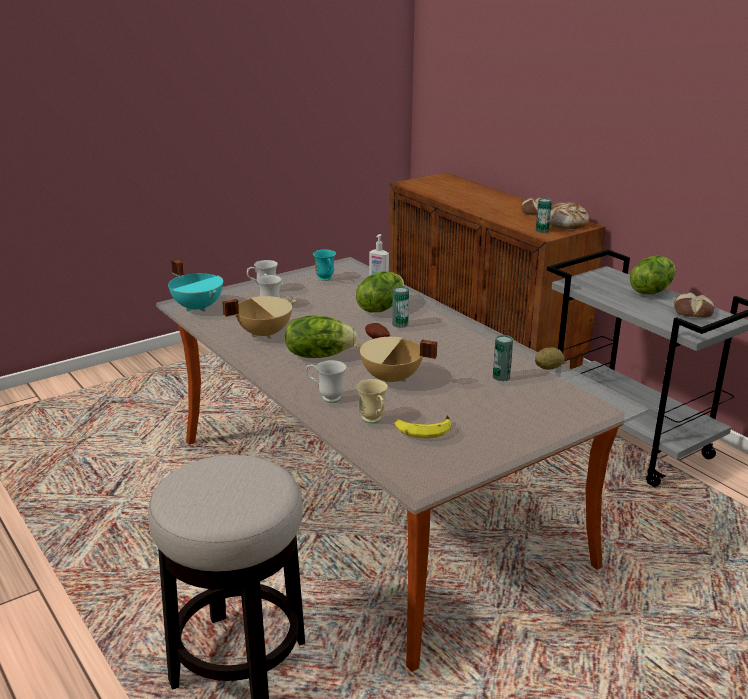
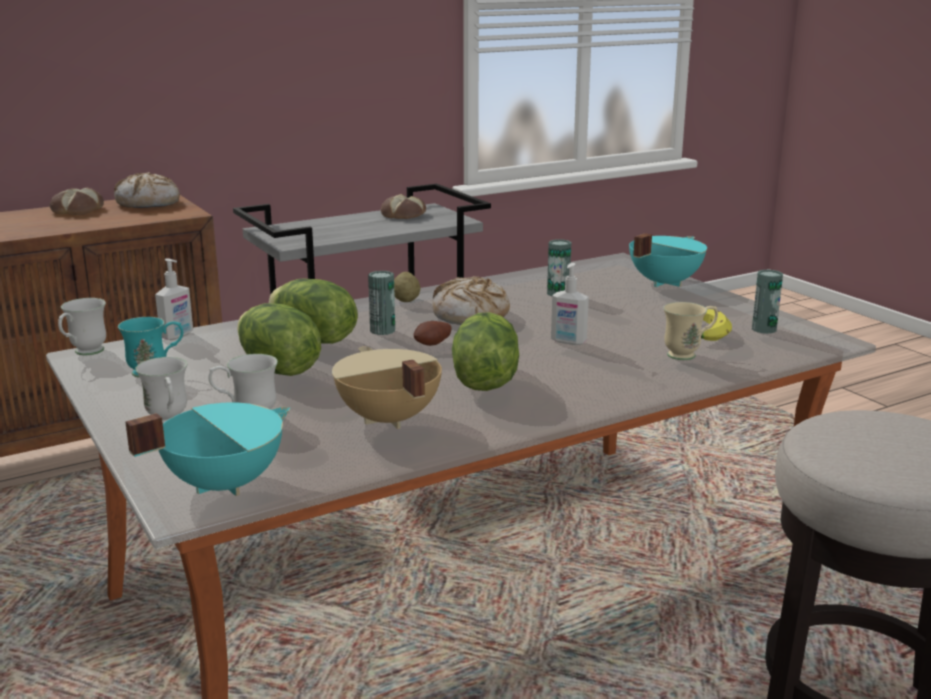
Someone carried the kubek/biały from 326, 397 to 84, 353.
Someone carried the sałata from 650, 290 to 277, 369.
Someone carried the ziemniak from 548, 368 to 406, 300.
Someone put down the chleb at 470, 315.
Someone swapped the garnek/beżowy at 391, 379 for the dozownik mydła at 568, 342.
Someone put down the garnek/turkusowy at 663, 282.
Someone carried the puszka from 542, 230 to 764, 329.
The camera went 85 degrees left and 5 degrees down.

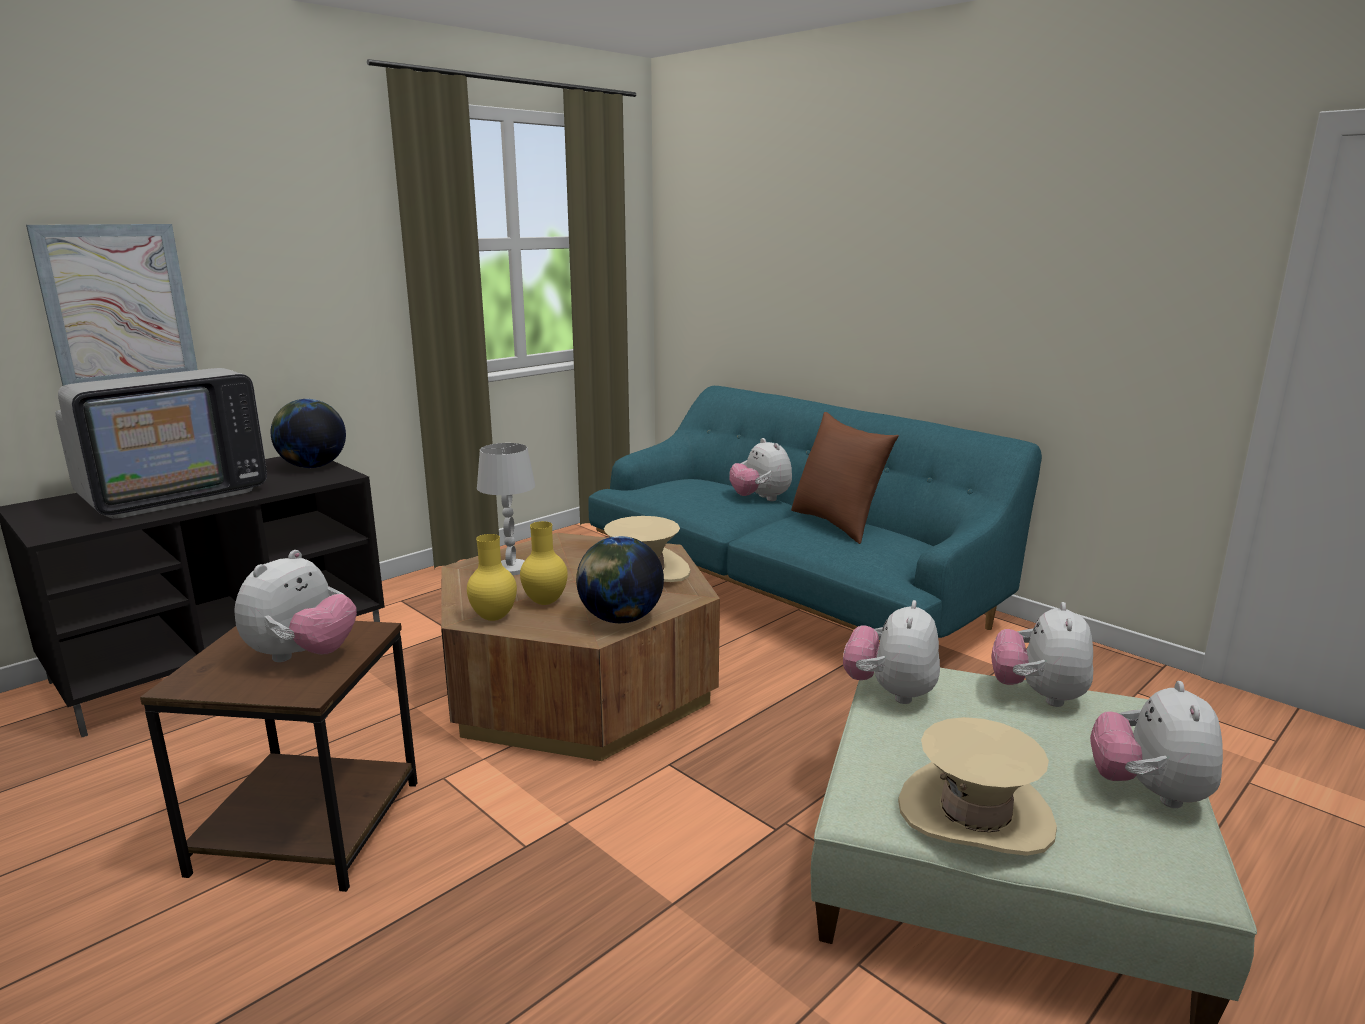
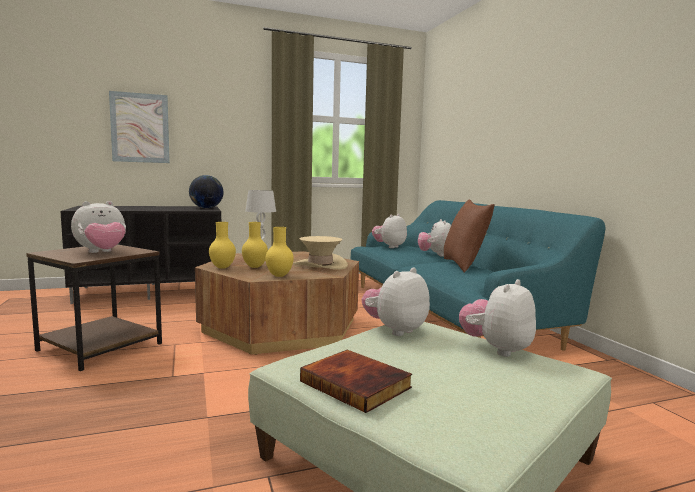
Someone swapped the globus at 620, 619 for the wazon/żółty at 278, 276.
Someone swapped the kapelusz/beżowy at 975, 814 for the książka at 357, 384.
Someone carried the pluszak from 1149, 792 to 389, 247.
Someone took away the telewizor at 174, 495.
The camera went 25 degrees right and 10 degrees down.

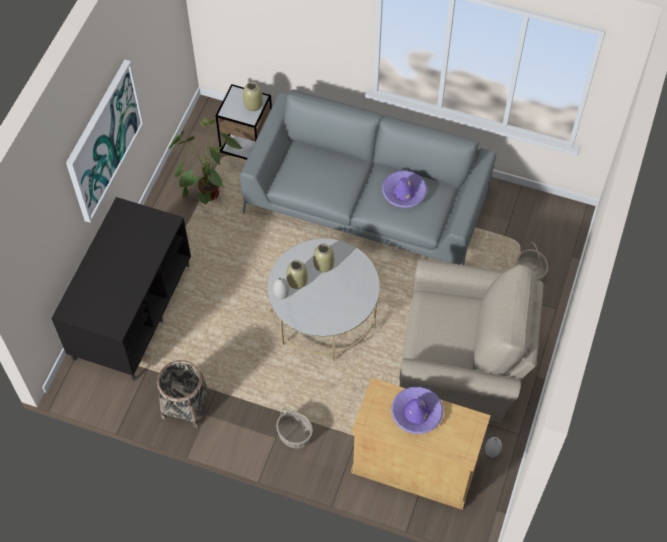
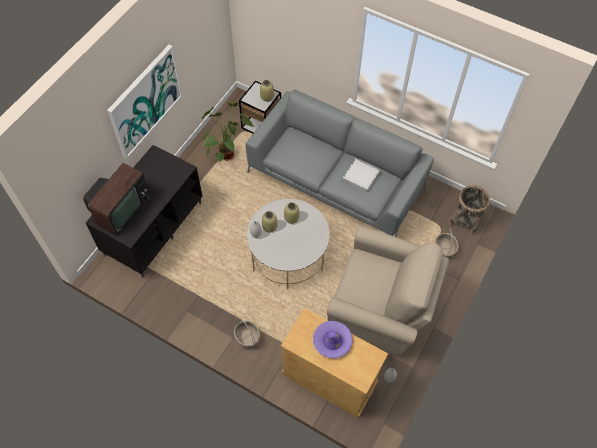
Someone put down the telewizor at 120, 209.
Someone swapped the kapelusz/fioletowy at 404, 192 for the taca/biały at 361, 176.
Someone carried the koszyk from 185, 405 to 465, 219.
The camera went 10 degrees right and 0 degrees up.

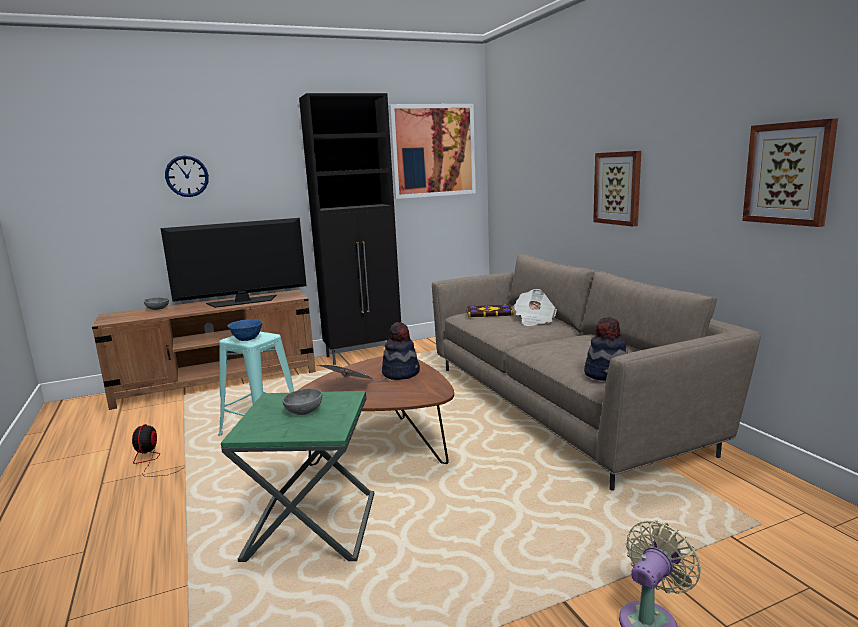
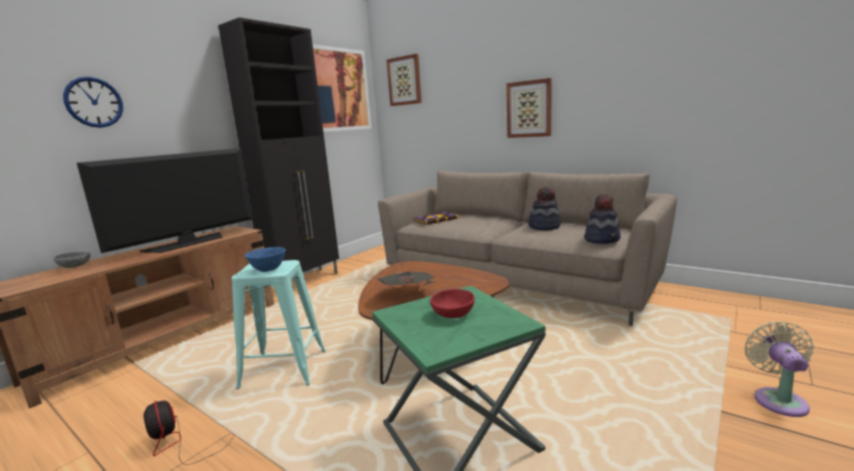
Someone carried the obraz from 789, 173 to 405, 81.
Someone repainted the miska/szary at 303, 411, which became the miska/czerwony at 453, 315.
Someone carried the kapelusz from 401, 373 to 544, 227.
Someone took away the gazeta at 535, 320.
The camera went 30 degrees left and 0 degrees up.

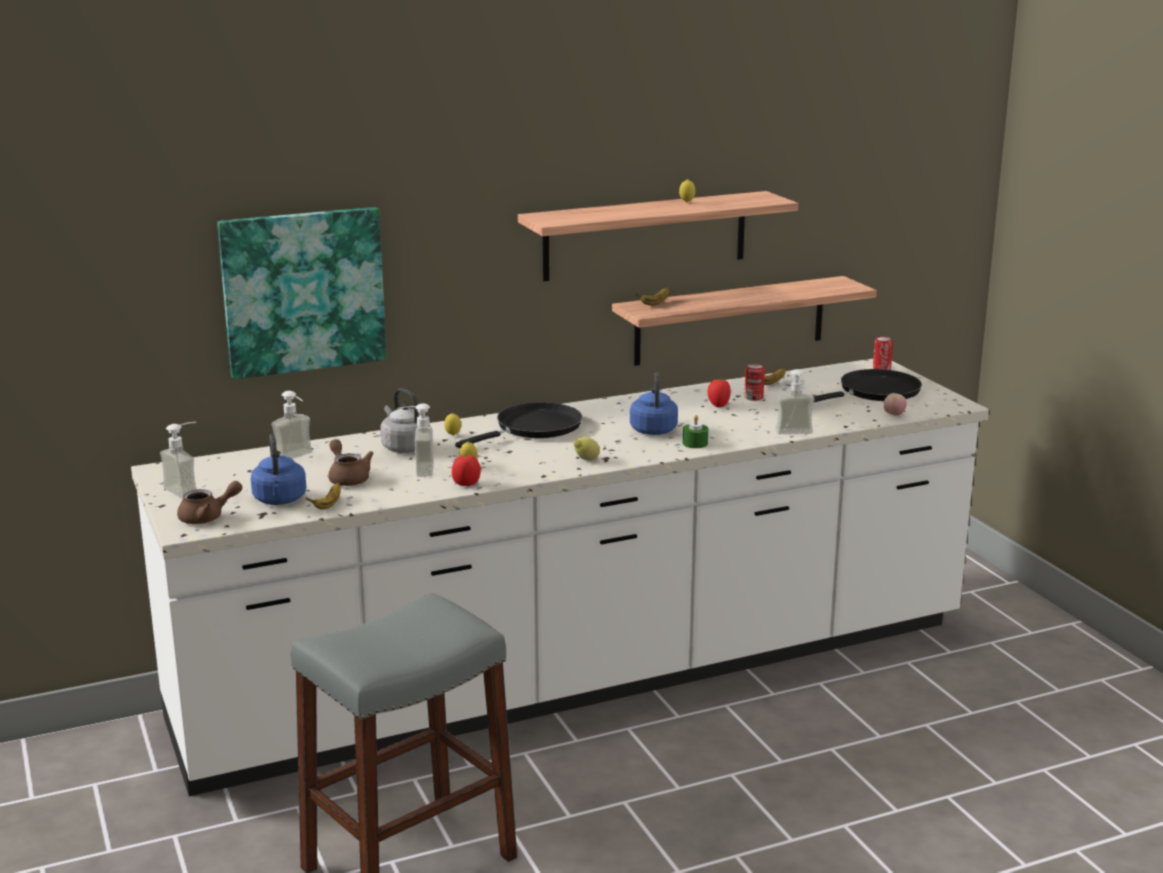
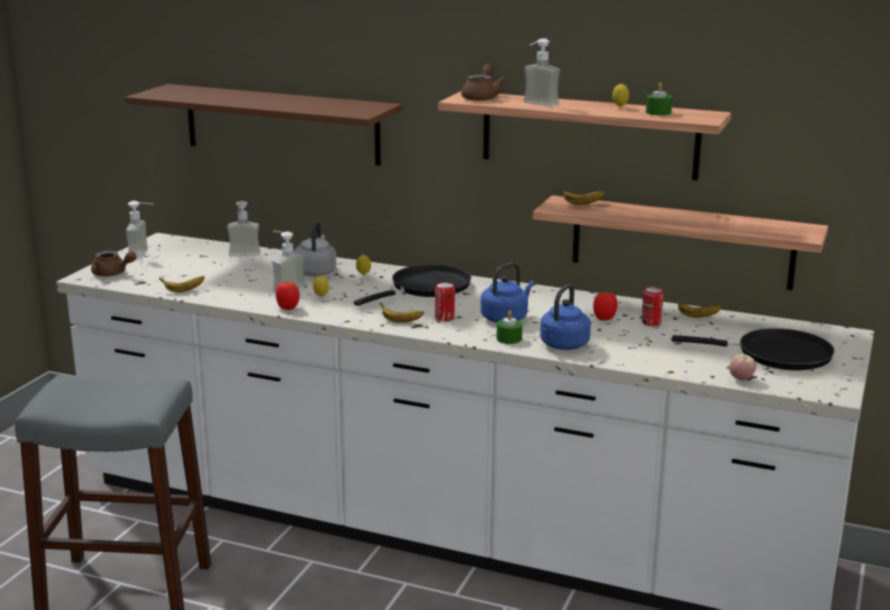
Someone swapped the obraz at 303, 291 for the półka/brązowy at 281, 124.
Someone rotated the patelnia/czarny at 534, 428 by 45 degrees counterclockwise.
Someone swapped the cytryna at 586, 460 for the banan at 400, 321.
Someone carried the puszka from 881, 369 to 444, 318.
Someone carried the imbryk/brązowy from 348, 478 to 482, 97.
Someone carried the dozownik mydła from 795, 434 to 536, 105.
Someone carried the czajnik/niebieski from 280, 500 to 563, 346.
Someone put down the świeca/zielony at 658, 112.
The camera went 45 degrees right and 0 degrees up.

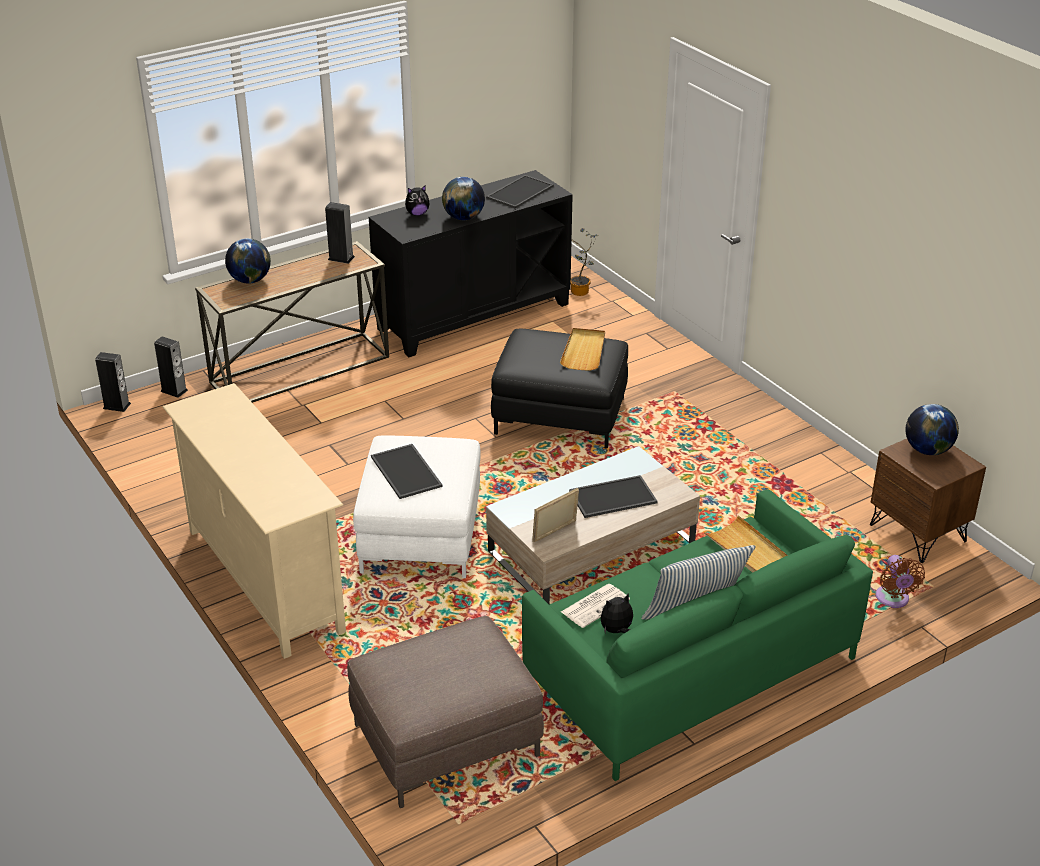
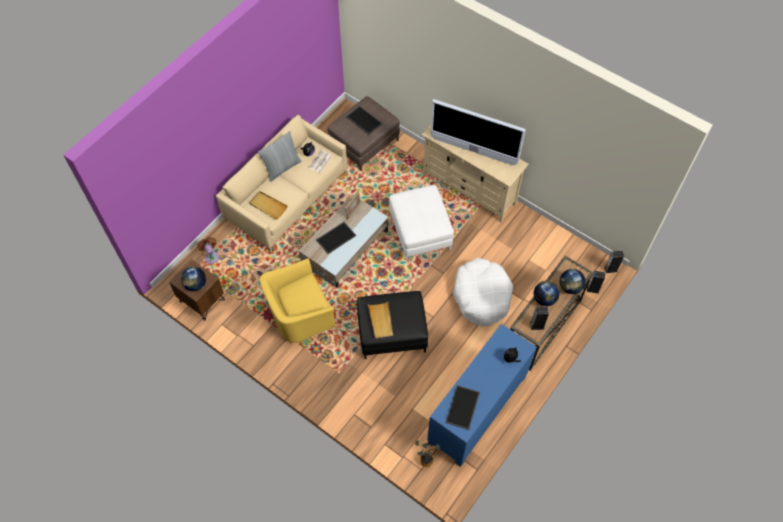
Someone repainted the kanapa/zielony at 690, 669, which became the kanapa/beżowy at 287, 197.
Someone put down the fotel/żółty at 299, 314.
Someone carried the taca from 407, 471 to 363, 120.
Someone repainted the szafka/czarny at 473, 316, which became the szafka/niebieski at 477, 410.
Someone put down the telewizor at 473, 151.
Someone put down the legowisko/biały at 482, 296.
Someone carried the globus from 463, 218 to 544, 299.
The camera went 160 degrees right and 25 degrees up.

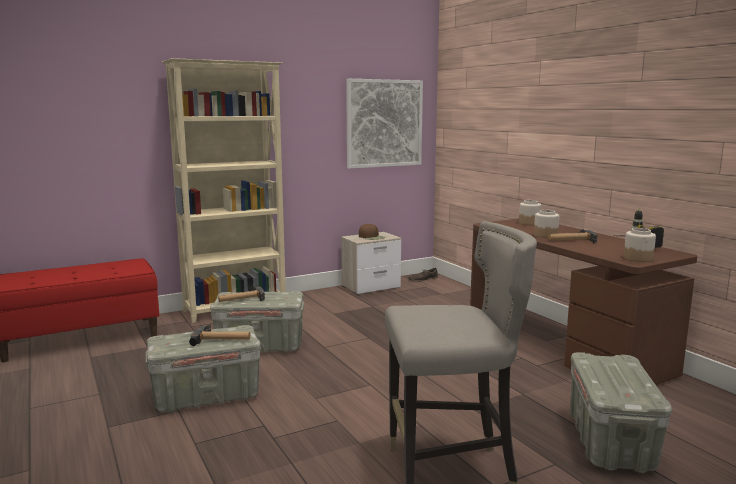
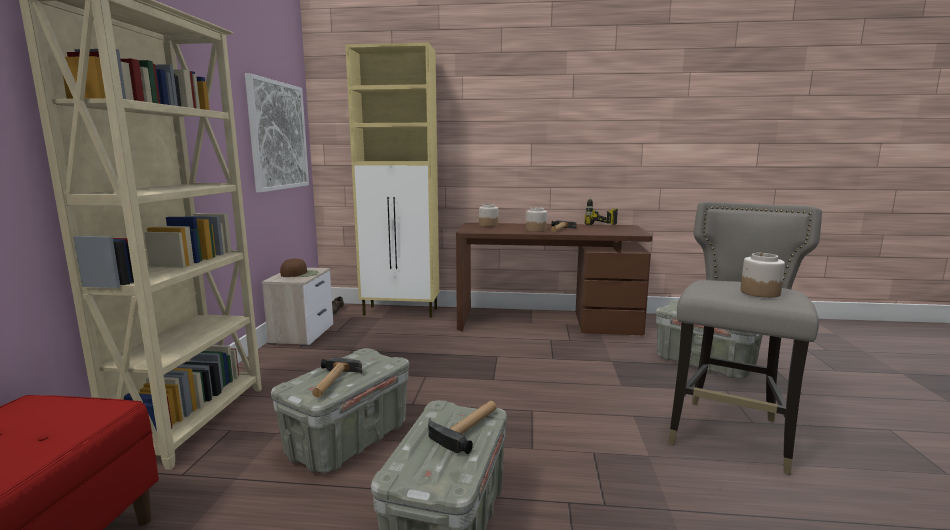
Someone put down the szafka/beżowy at 401, 312.
Someone carried the słoik from 638, 258 to 759, 292.
The camera went 55 degrees left and 0 degrees up.

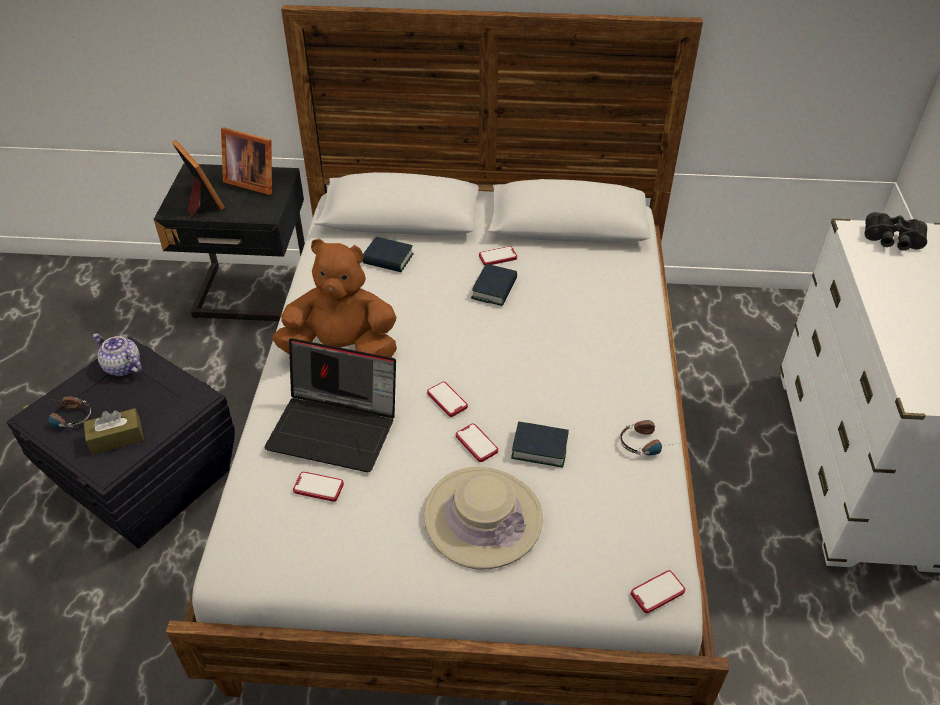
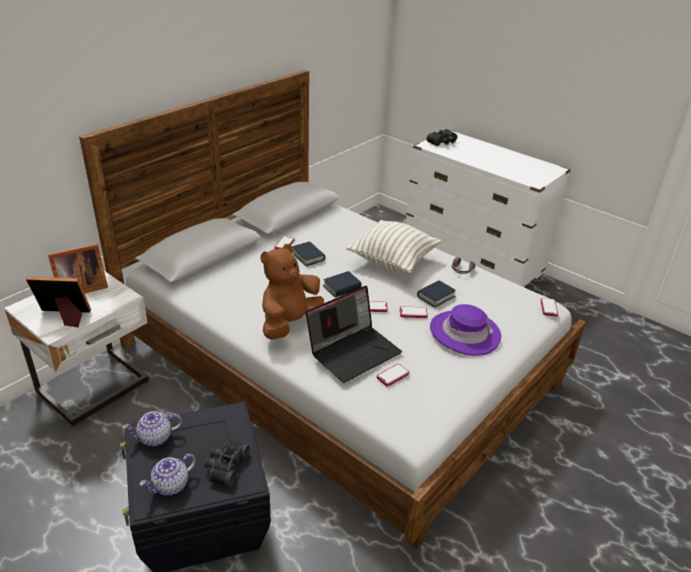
Someone repainted the szafka nocna/czarny at 252, 297, which became the szafka nocna/biały at 96, 388.
Someone swapped the słuchawki at 67, 416 for the imbryk at 170, 486.
Someone swapped the pudełko chusteczek/brązowy at 116, 438 for the lornetka/czarny at 225, 466.
Someone carried the książka from 388, 259 to 342, 287.
Someone put down the poduszka at 392, 261.
Someone repainted the kapelusz/beżowy at 483, 518, which became the kapelusz/fioletowy at 464, 333.
The camera went 55 degrees left and 10 degrees down.

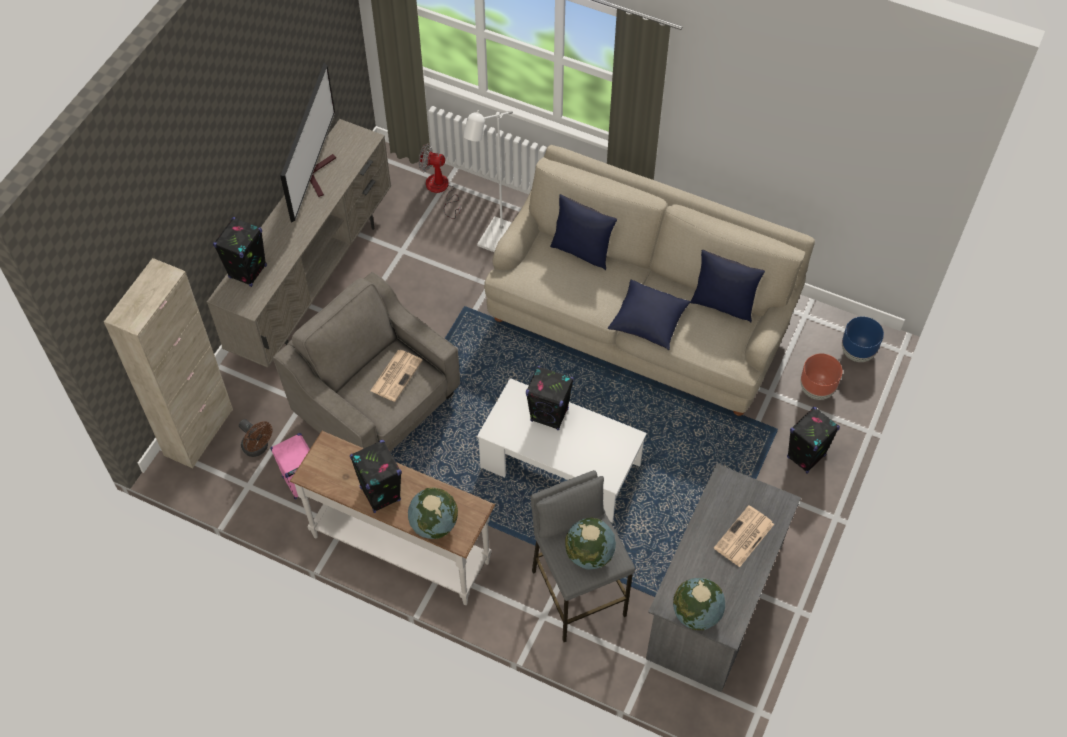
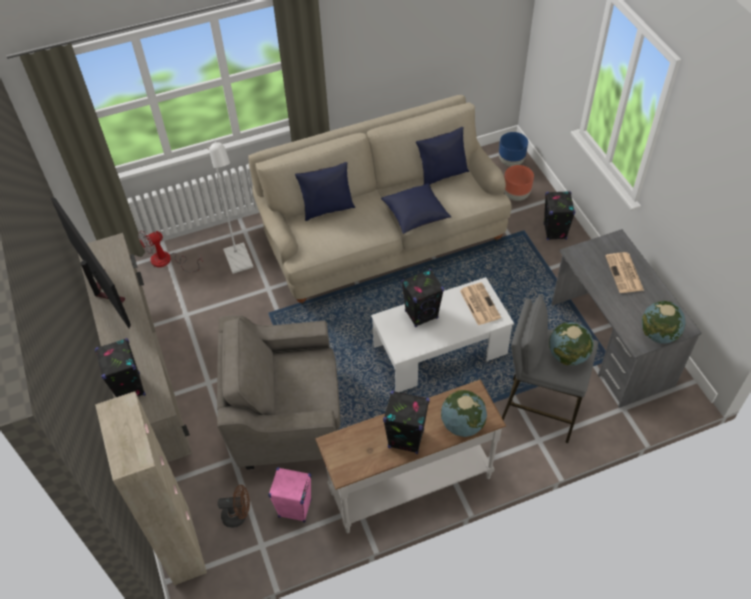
Someone carried the gazeta from 396, 375 to 479, 303.
The camera went 45 degrees left and 5 degrees down.

